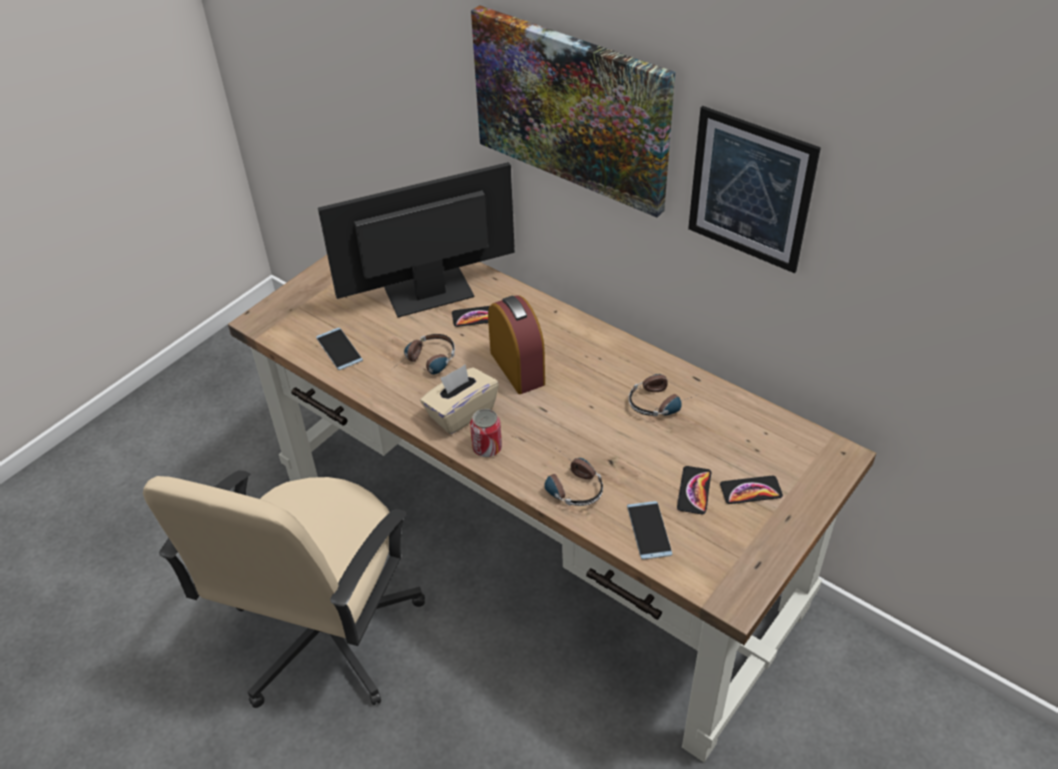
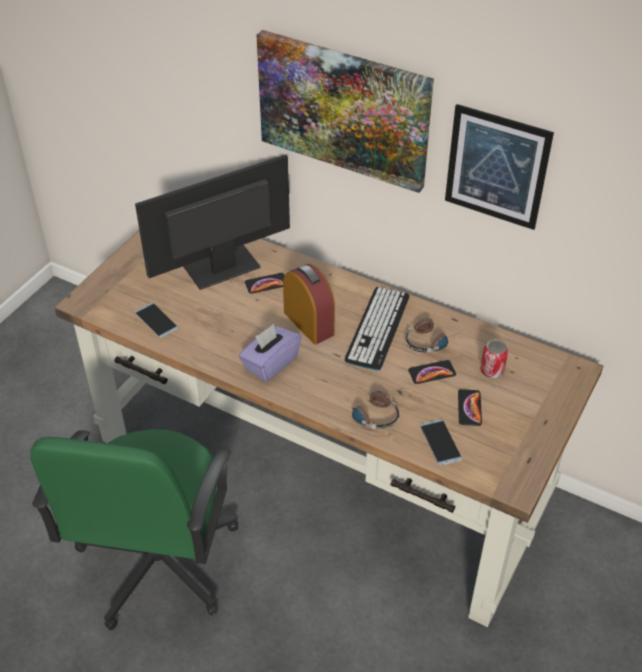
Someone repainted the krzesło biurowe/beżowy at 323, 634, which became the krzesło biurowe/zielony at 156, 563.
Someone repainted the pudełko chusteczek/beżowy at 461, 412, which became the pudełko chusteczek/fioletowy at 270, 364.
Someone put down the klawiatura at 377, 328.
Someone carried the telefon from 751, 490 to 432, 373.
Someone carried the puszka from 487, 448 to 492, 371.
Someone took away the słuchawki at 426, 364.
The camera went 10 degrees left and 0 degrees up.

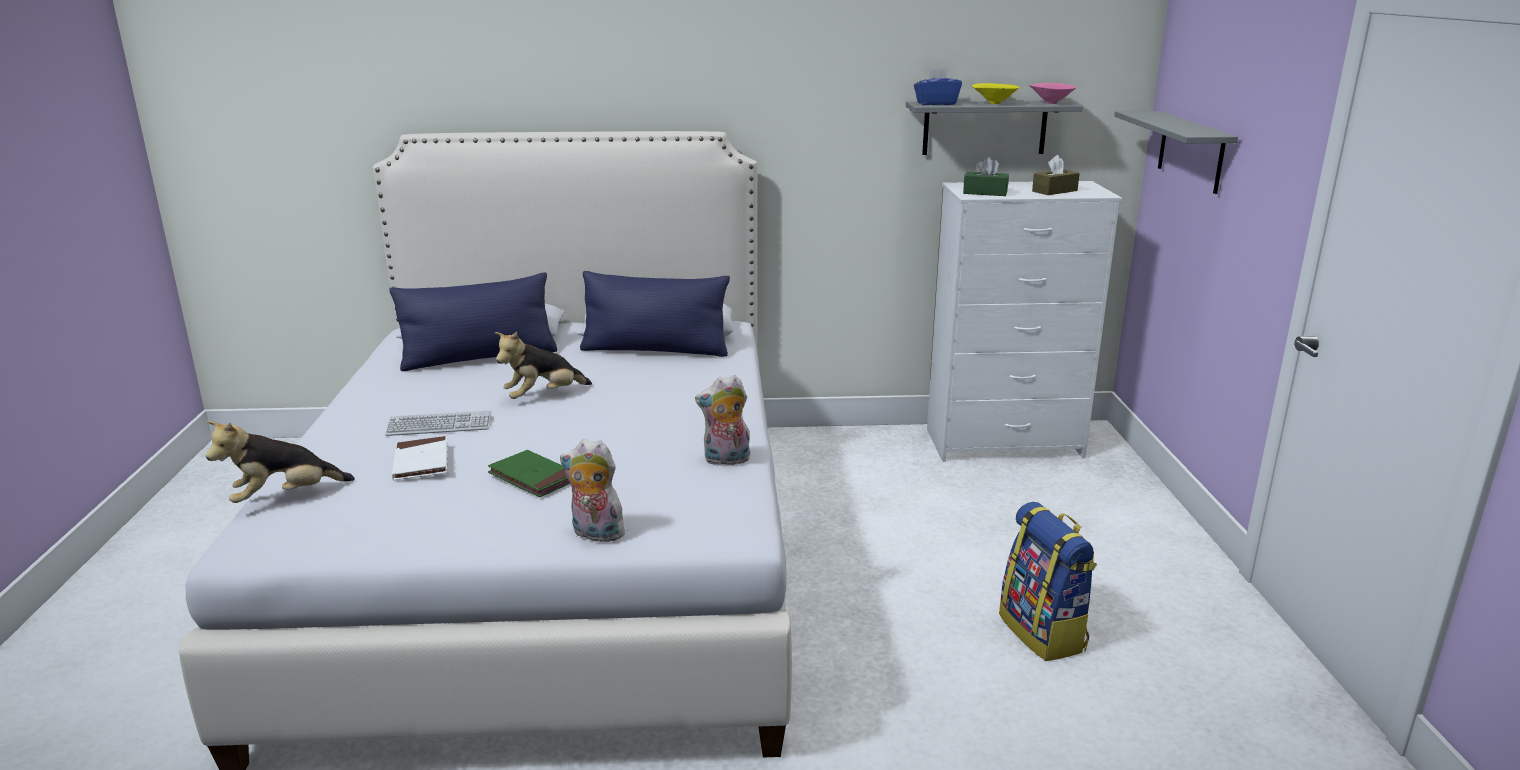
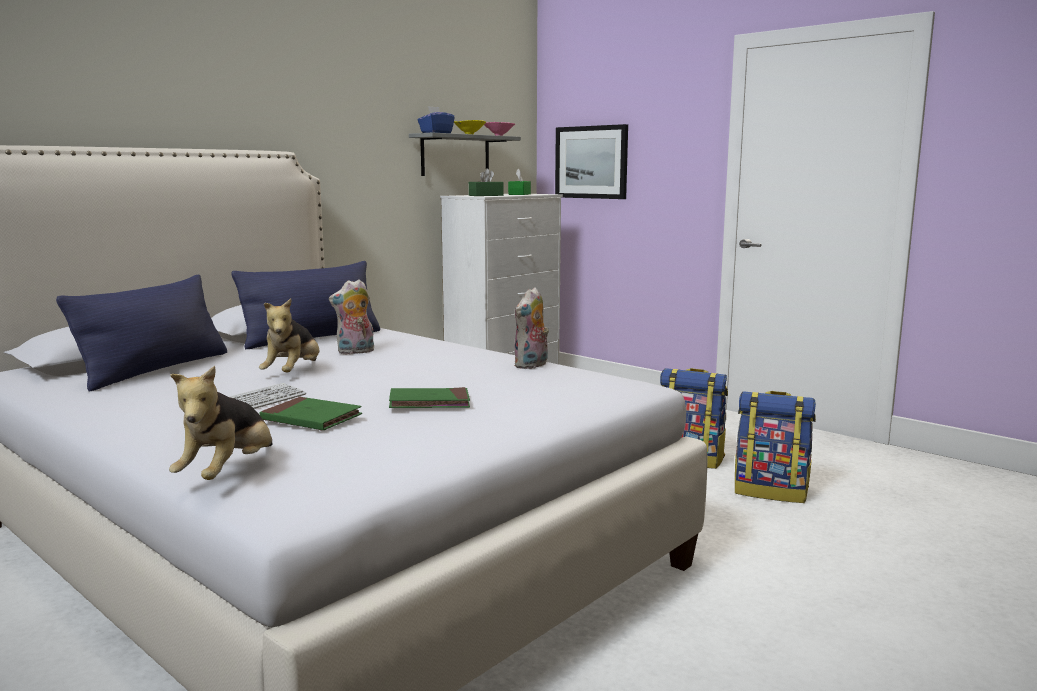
Someone repainted the książka/biały at 421, 462, which became the książka/zielony at 311, 419.
Someone carried the pluszak from 595, 534 to 355, 352.
Someone repainted the pudełko chusteczek/brązowy at 1054, 191, which became the pudełko chusteczek/zielony at 519, 194.
Someone swapped the półka/szary at 1191, 151 for the obraz at 591, 162.
Someone put down the plecak at 771, 491.
The camera went 45 degrees left and 10 degrees down.

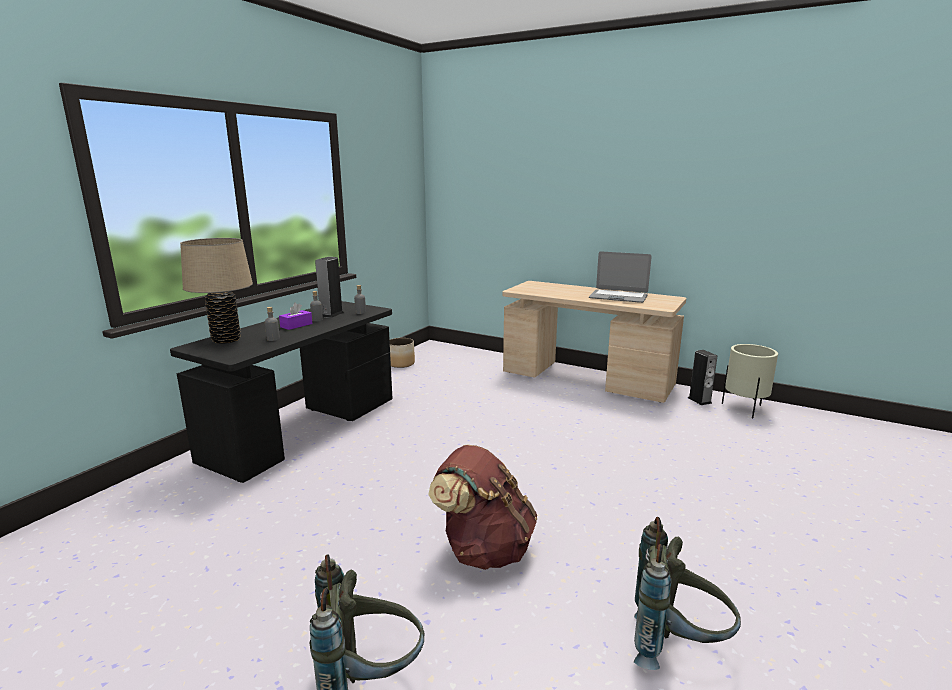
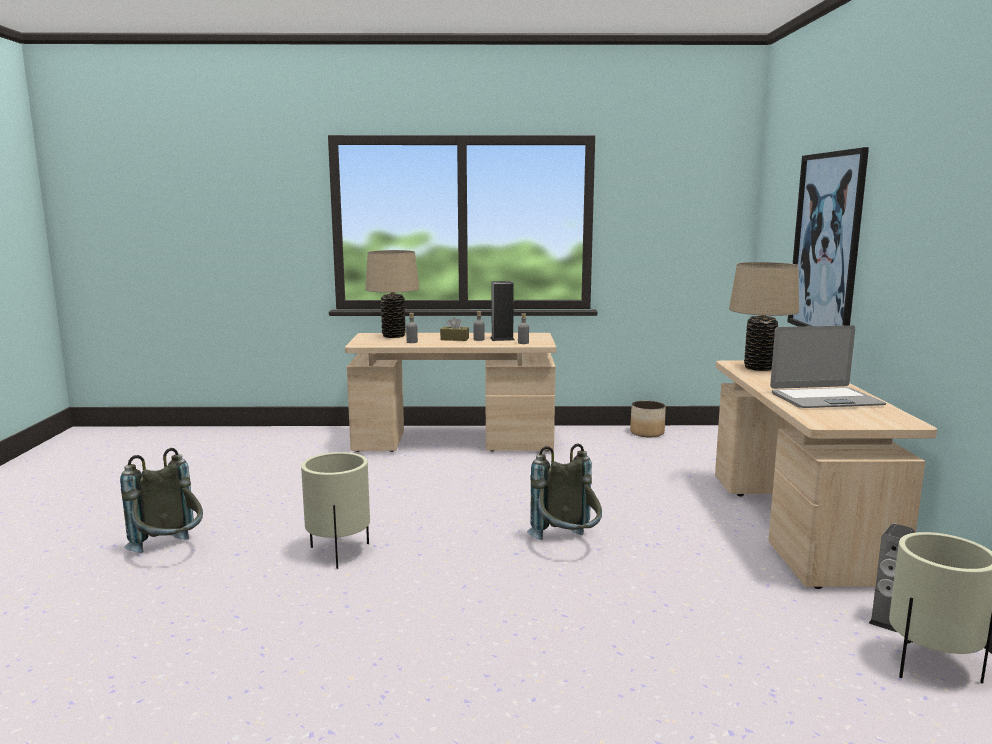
Someone swapped the plecak/brązowy at 484, 549 for the donica/beżowy at 339, 552.
Someone repainted the biurko/czarny at 305, 430, which became the biurko/beżowy at 453, 443.
Someone repainted the pudełko chusteczek/fioletowy at 296, 325, which became the pudełko chusteczek/brązowy at 454, 339.
Someone carried the plecak/szary from 677, 646 to 567, 545.
Someone put down the lampa stołowa/beżowy at 758, 368.
Someone rotated the laptop at 618, 297 by 90 degrees counterclockwise.
Someone put up the obraz at 826, 244.
The camera went 60 degrees right and 5 degrees down.

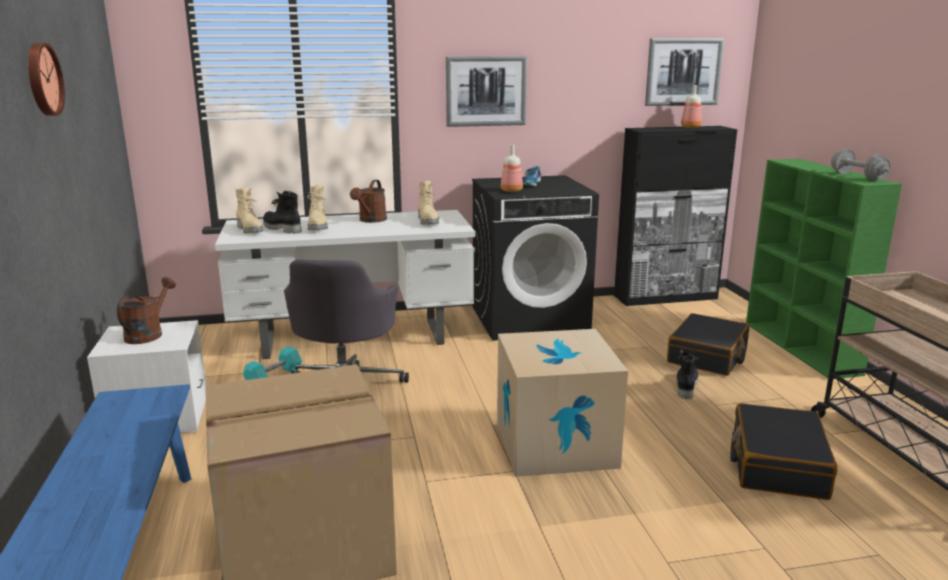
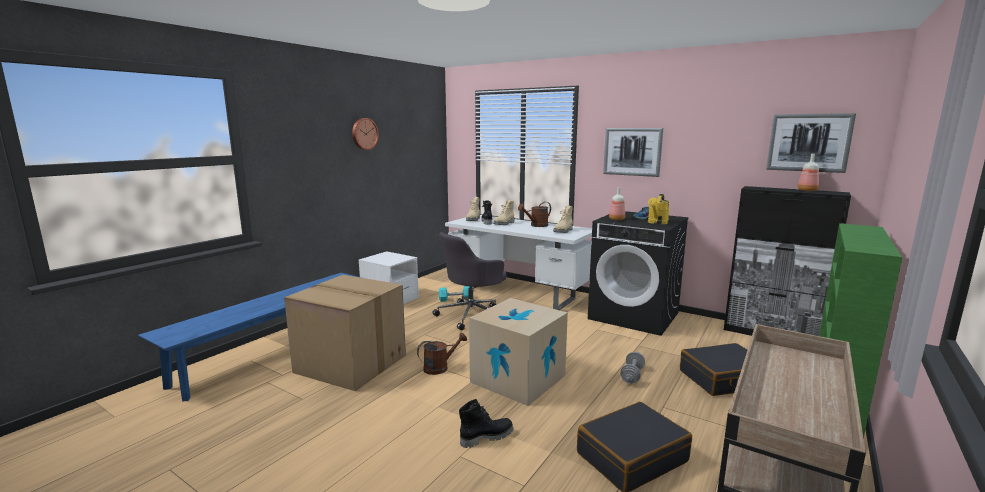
Someone carried the konewka/brązowy from 148, 334 to 440, 367.
Someone carried the but z cholewką/czarny from 685, 386 to 486, 437.
Someone carried the hantel/szary from 857, 176 to 632, 375.
Someone put down the konewka/żółty at 657, 223.
The camera went 45 degrees right and 5 degrees down.

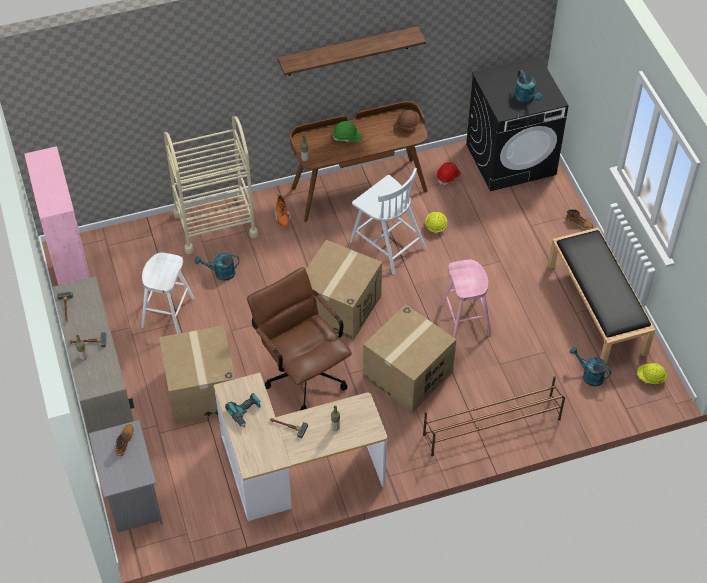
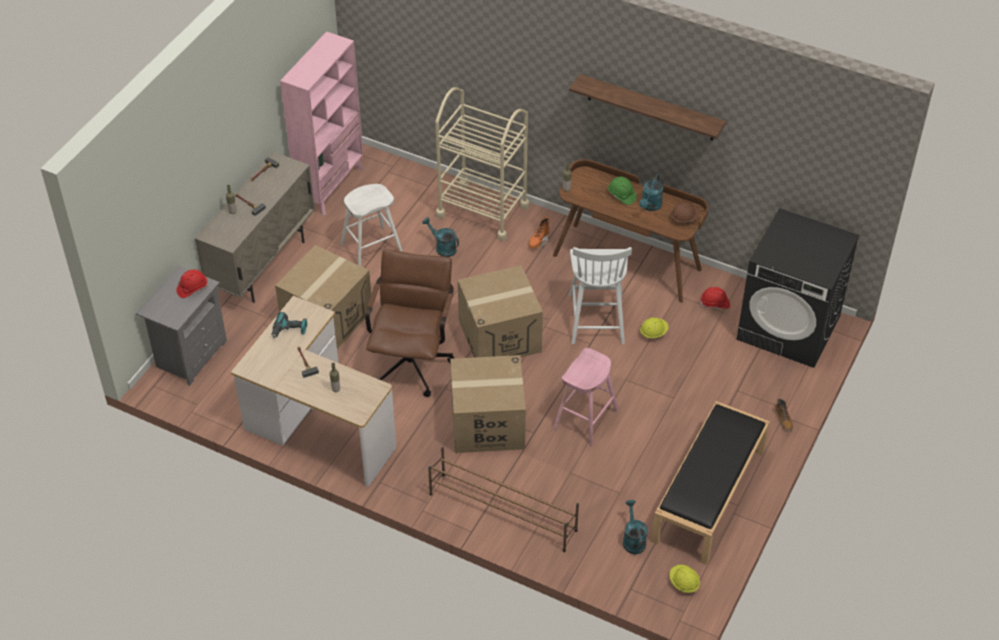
Someone swapped the but z cholewką at 124, 441 for the kask/czerwony at 192, 288.
Someone carried the konewka/turkusowy from 526, 99 to 650, 206.
The camera went 45 degrees right and 5 degrees down.

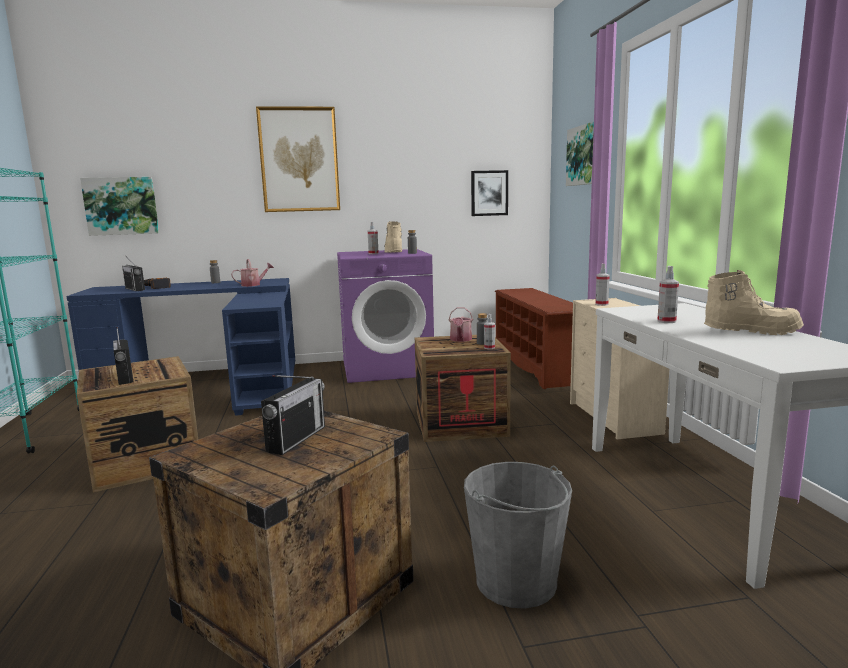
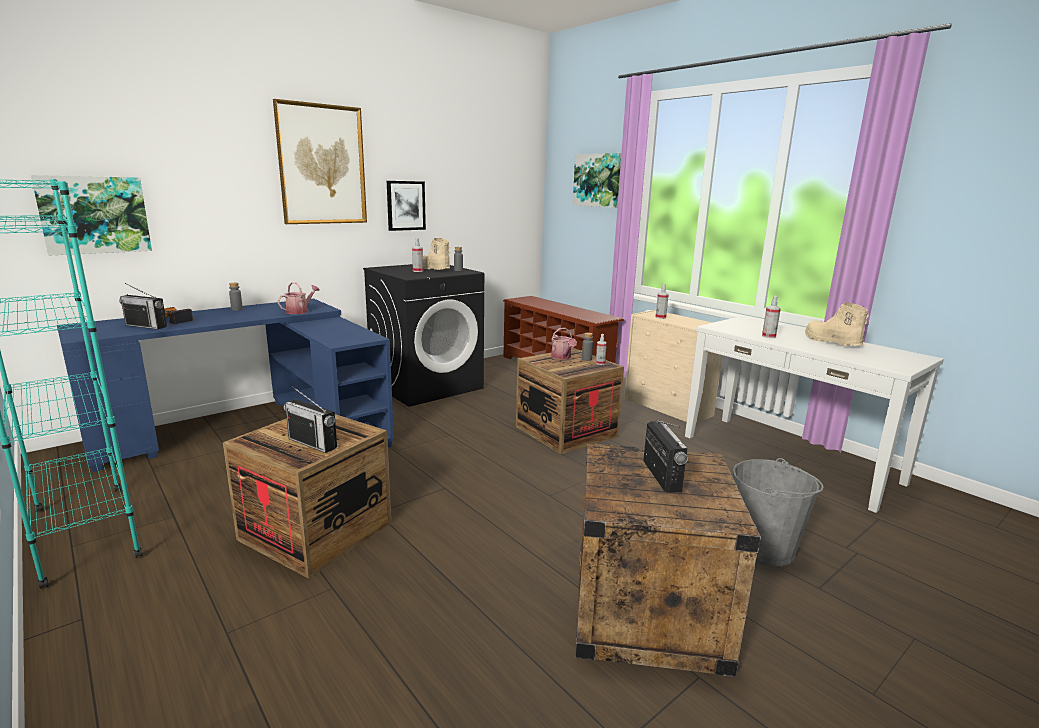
Someone repainted the pralka/fioletowy at 387, 368, which became the pralka/czarny at 427, 385.
Someone carried the obraz from 489, 193 to 405, 205.
Someone rotated the but z cholewką/beżowy at 750, 331 by 90 degrees counterclockwise.
The camera went 30 degrees left and 5 degrees up.

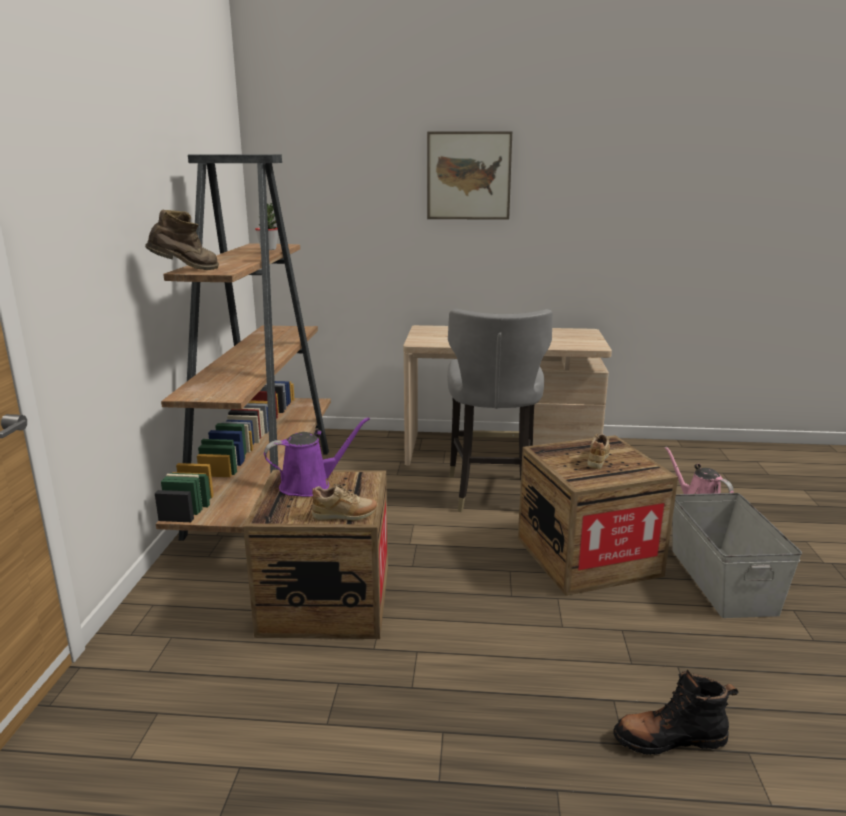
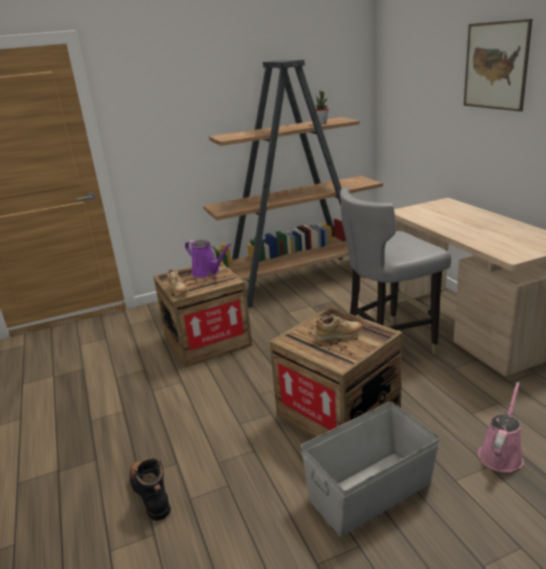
Someone took away the but z cholewką/brązowy at 186, 271.
The camera went 65 degrees right and 5 degrees up.

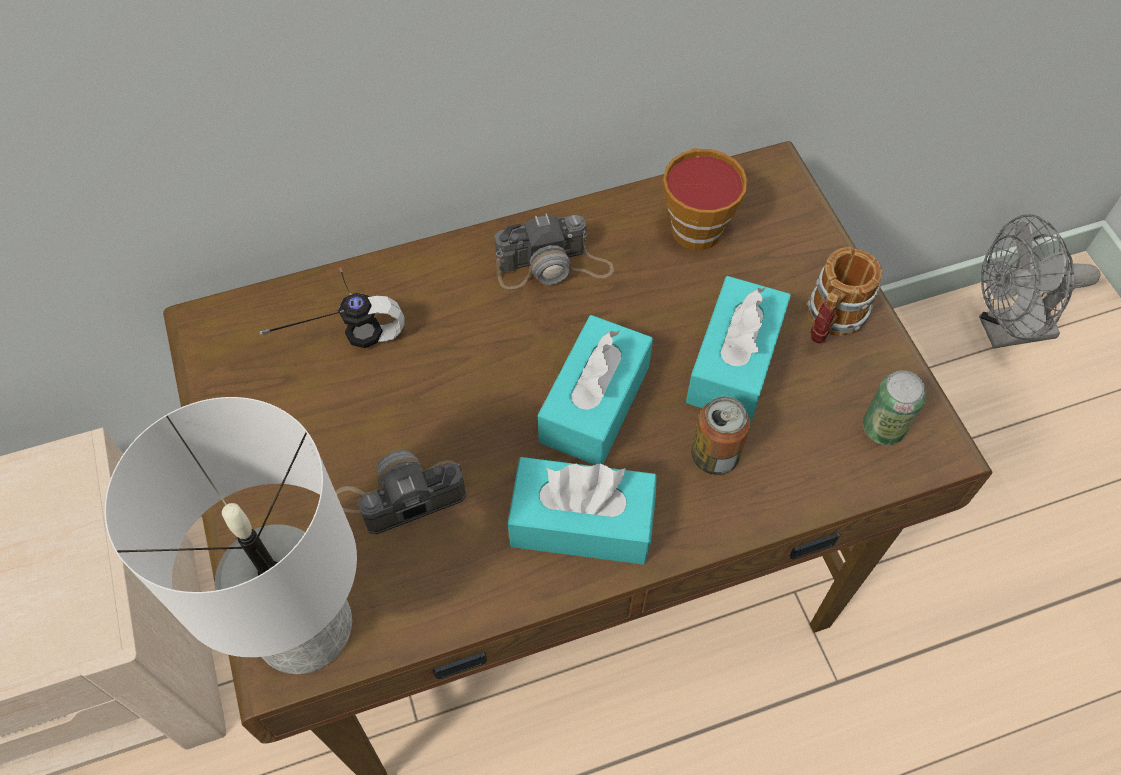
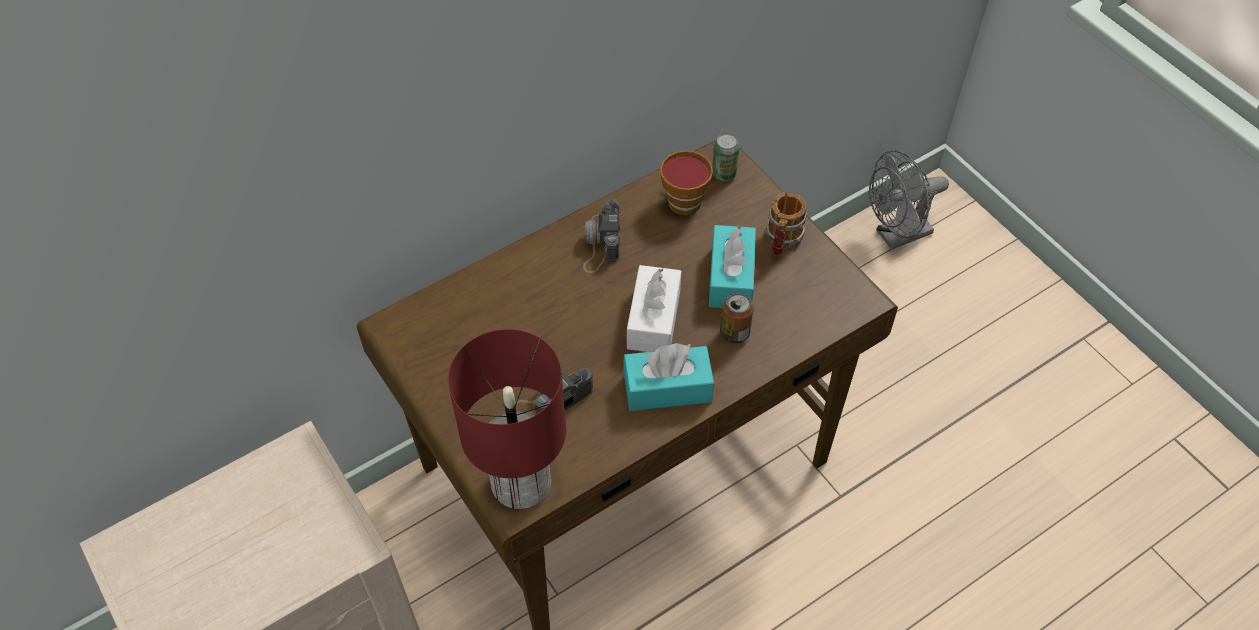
Someone repainted the lampa stołowa/biały at 304, 623, which became the lampa stołowa/czerwony at 521, 481.
Someone rotated the aparat fotograficzny at 553, 266 by 120 degrees clockwise.
Someone repainted the pudełko chusteczek/turkusowy at 595, 404, which became the pudełko chusteczek/biały at 653, 319.
Someone carried the puszka from 883, 428 to 724, 173.
Someone took away the słuchawki at 341, 330.
The camera went 15 degrees left and 5 degrees down.

